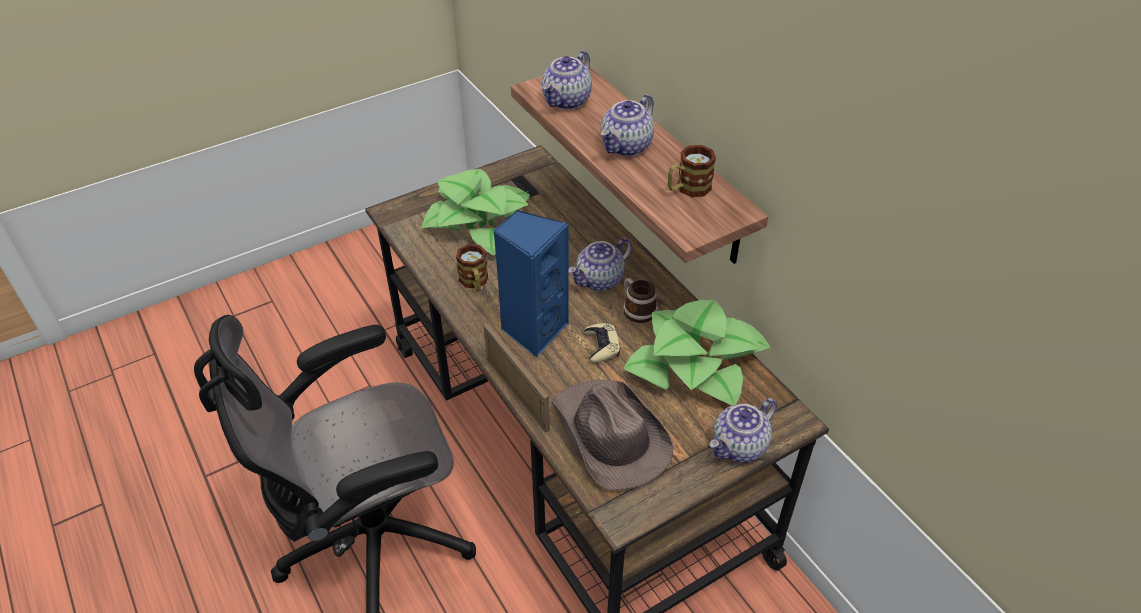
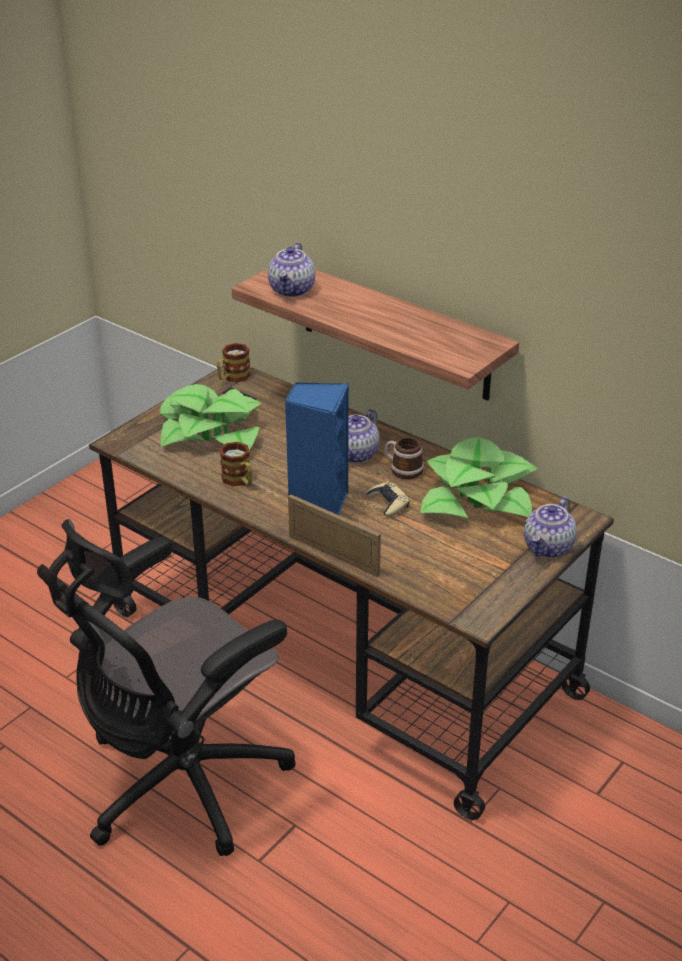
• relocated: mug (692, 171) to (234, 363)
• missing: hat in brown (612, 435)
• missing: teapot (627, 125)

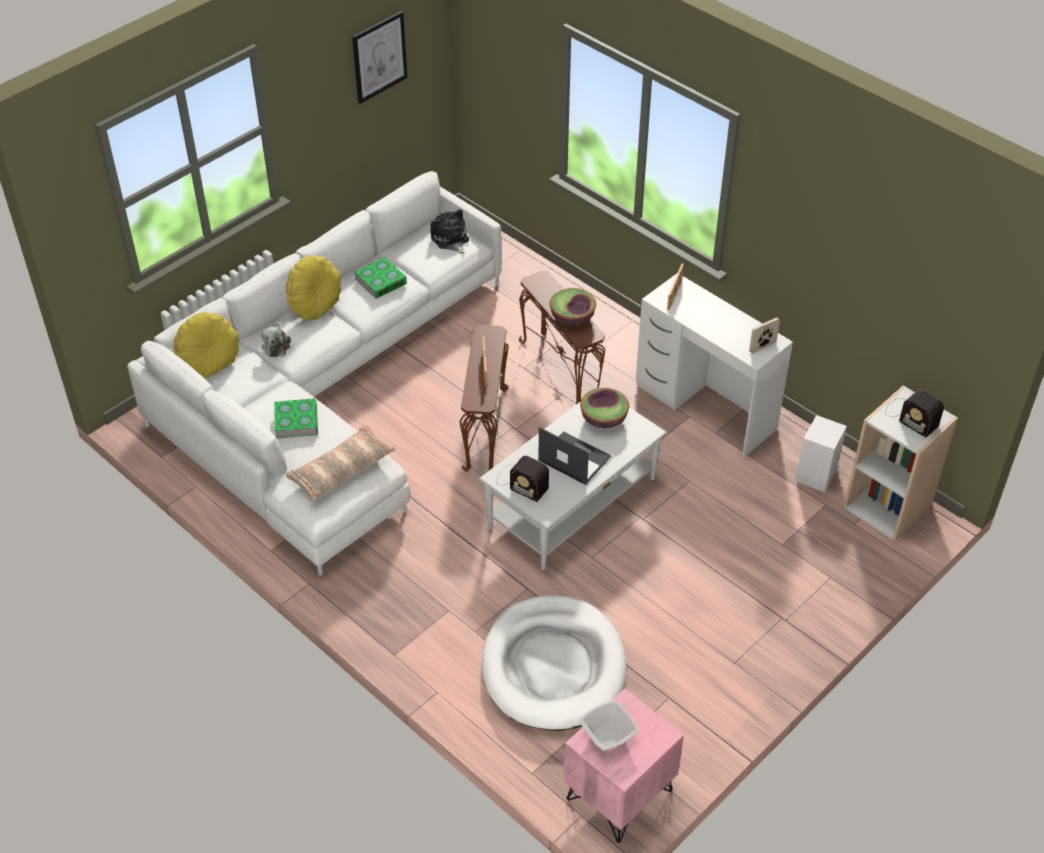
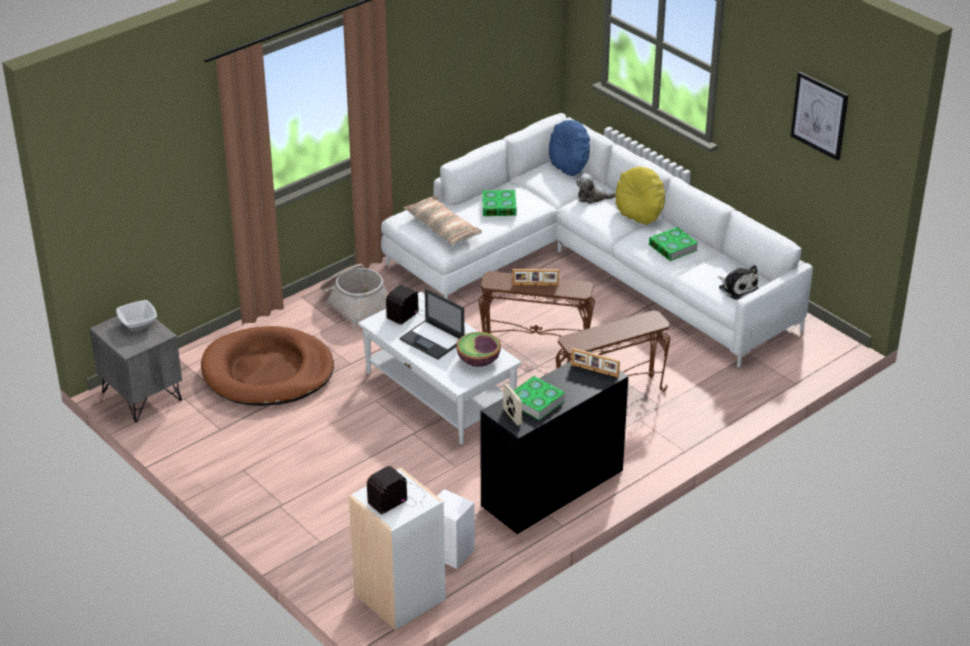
• colour: nightstand in pink (624, 766) to nightstand in grey (135, 369)
• colour: dog bed in white (554, 663) to dog bed in brown (267, 366)
• appeared: basket (354, 297)
• spun: laptop (574, 456) = (432, 324) 90 degrees clockwise
• colour: desk in white (714, 366) to desk in black (555, 442)
• appeared: book (539, 398)
• colour: pillow in yellow (206, 345) to pillow in blue (569, 148)
• spun: plush toy (449, 231) = (738, 282) 75 degrees clockwise
• missing: bowl (573, 307)

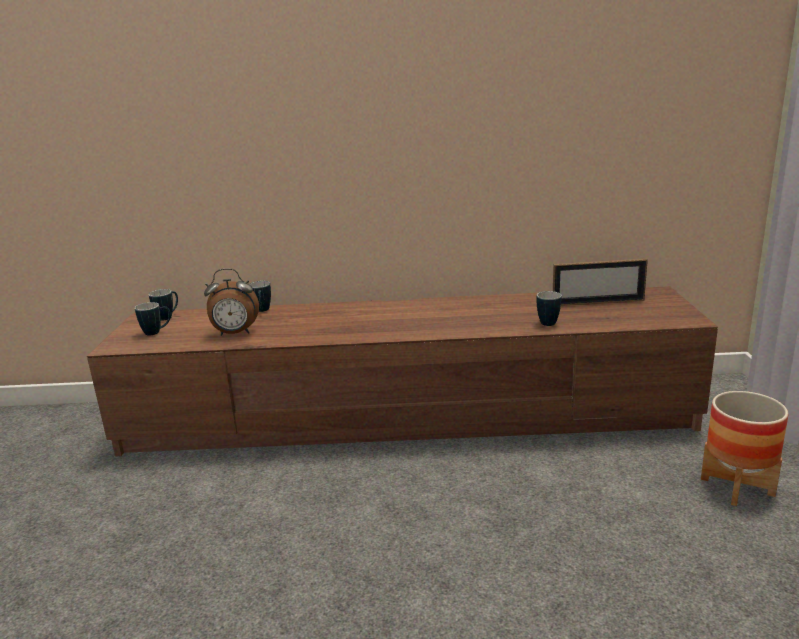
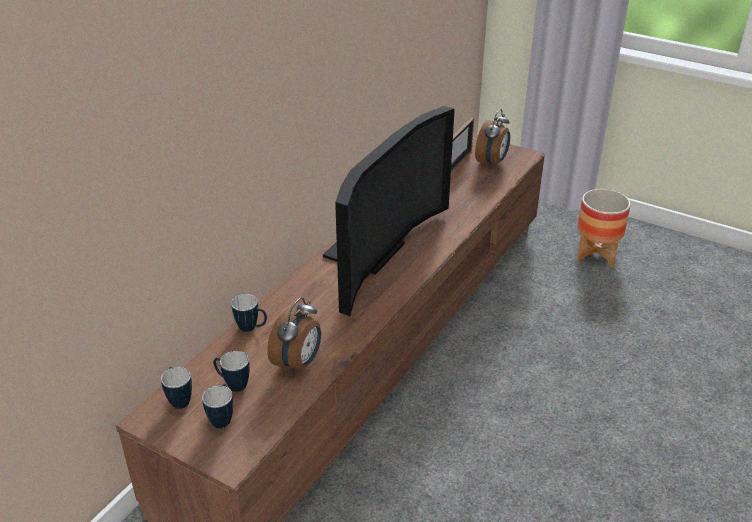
• relocated: mug (548, 308) to (231, 371)
• appeared: television (389, 211)
• appeared: alarm clock (492, 138)

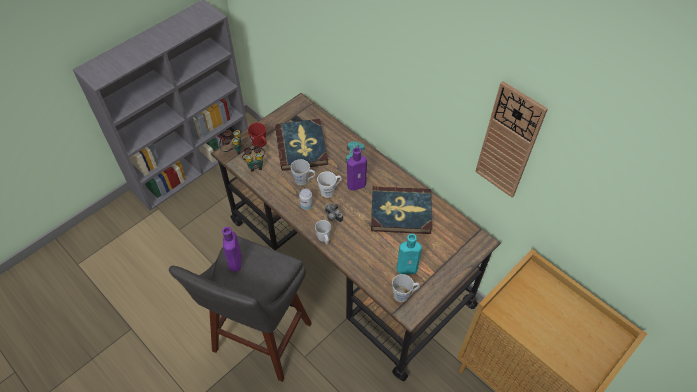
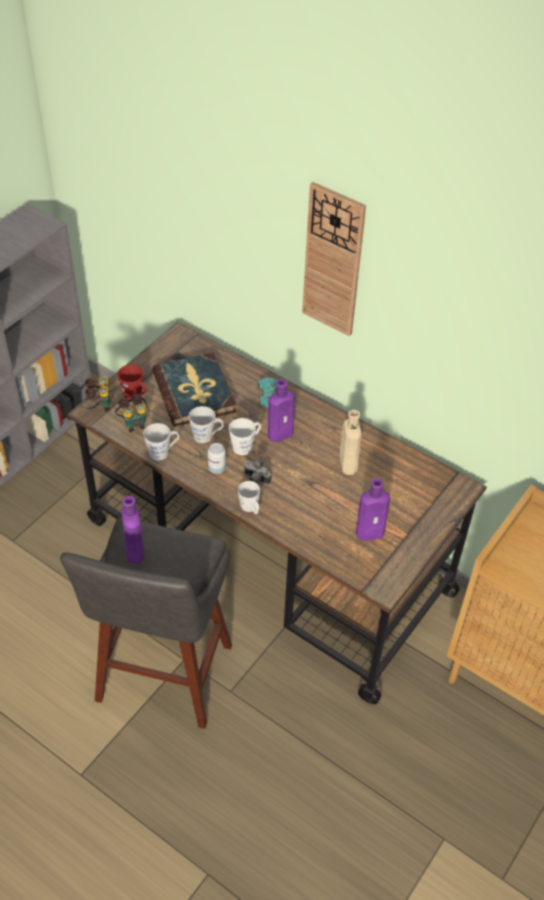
• relocated: mug in grey (406, 288) to (161, 442)
• relocated: wall clock (511, 139) to (334, 259)
• exchanged: book (401, 210) to bottle in beige (351, 442)
• colour: bottle in turquoise (409, 254) to bottle in purple (373, 509)

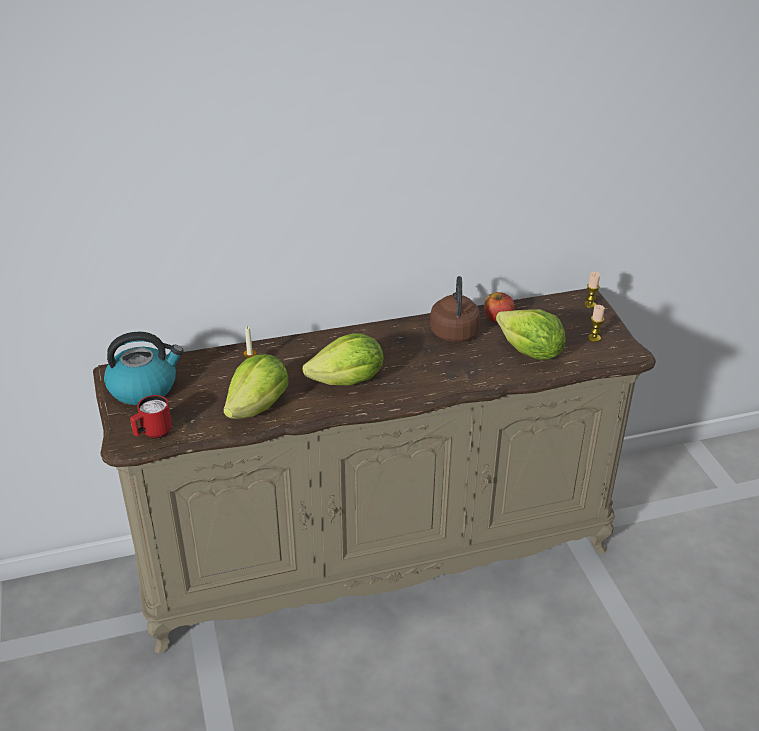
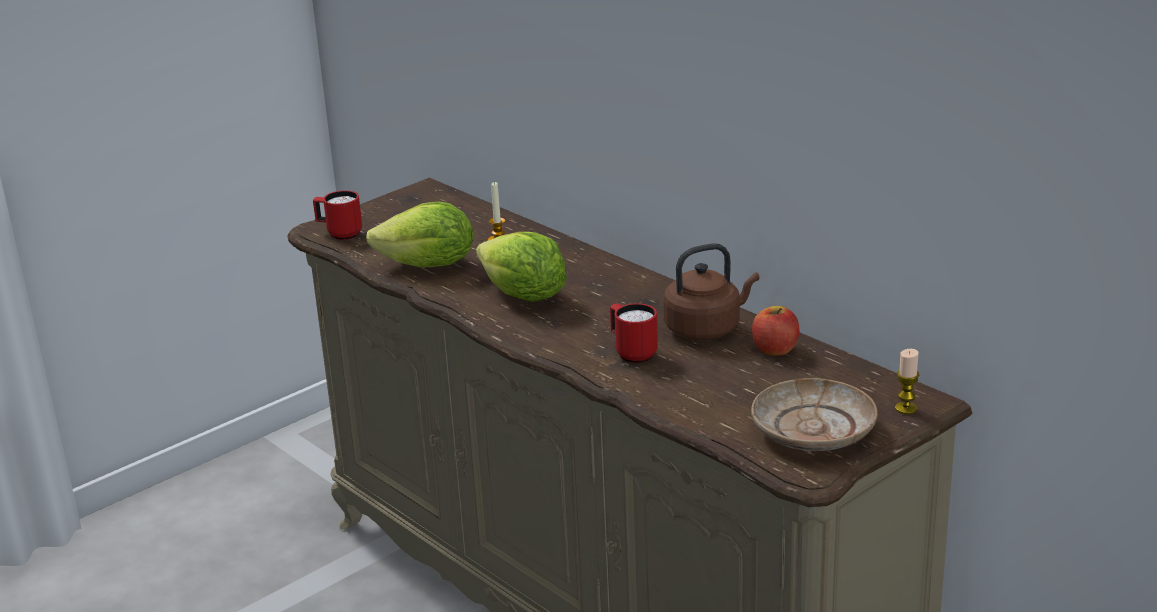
• appeared: mug in red (634, 333)
• exchanged: candle (596, 323) to plate in beige (814, 414)
• missing: kettle (144, 368)
• missing: lettuce (530, 334)

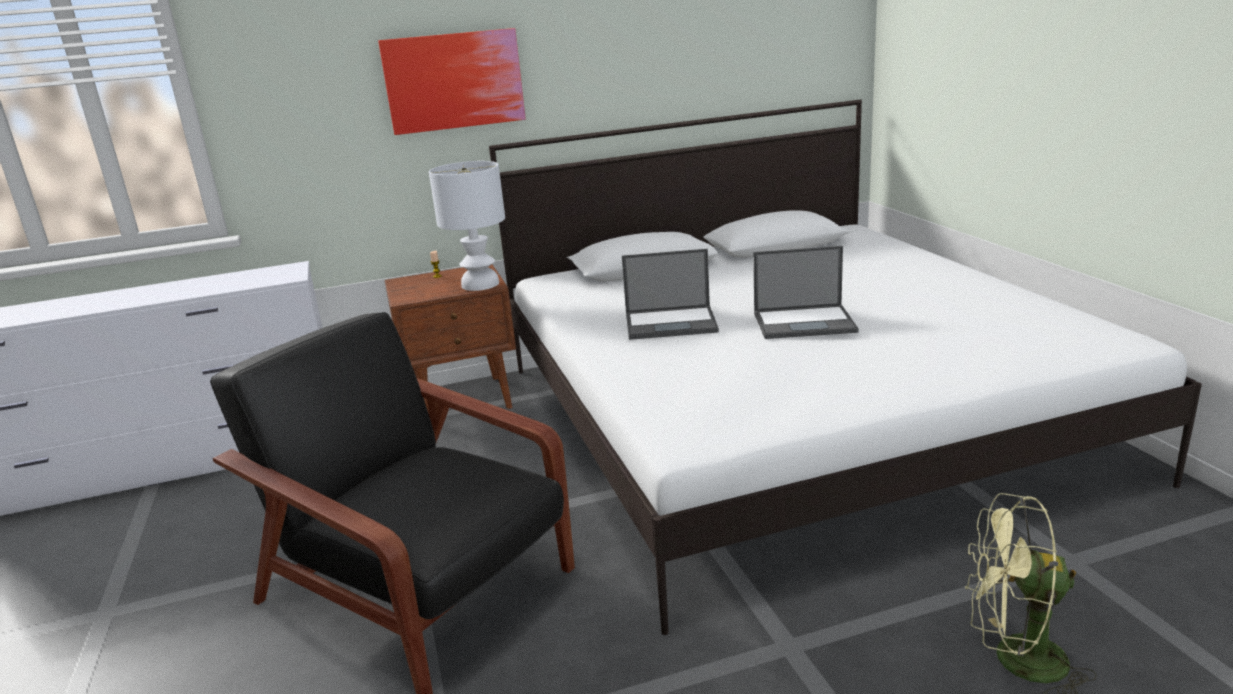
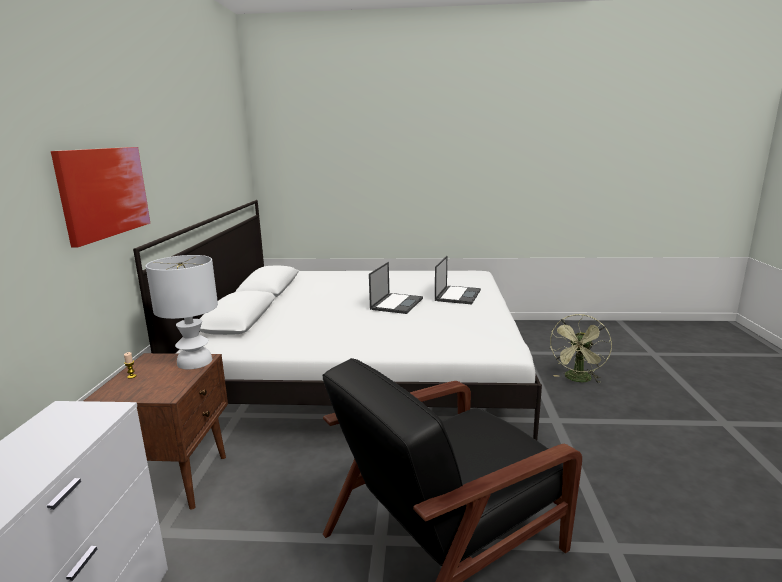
• relocated: laptop (670, 294) to (458, 280)

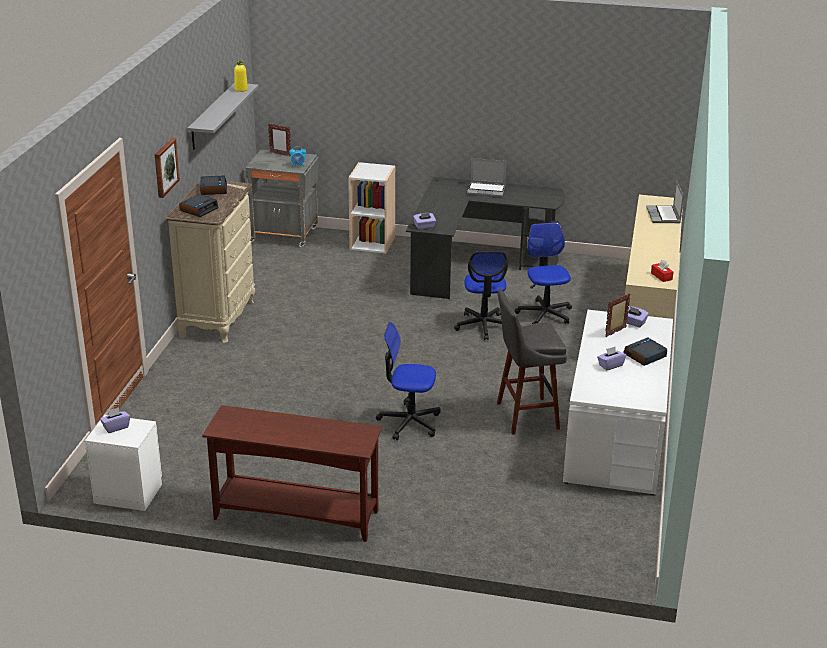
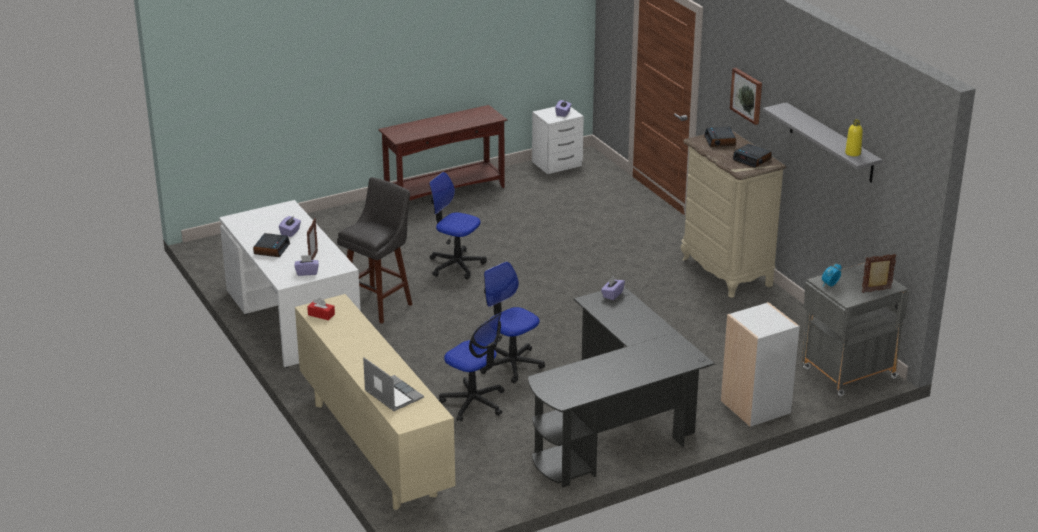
• spun: office chair (408, 381) = (458, 225) 120 degrees counterclockwise
• missing: laptop (487, 177)

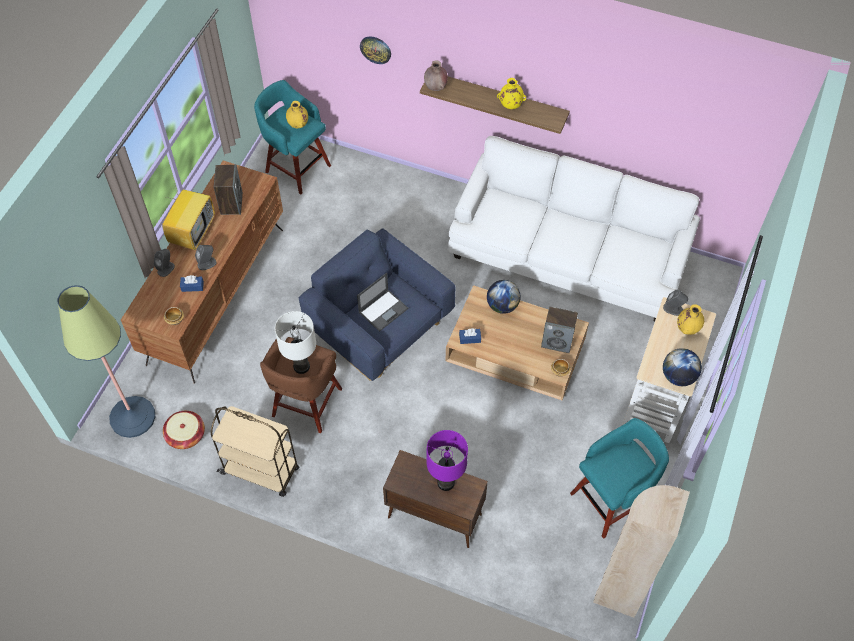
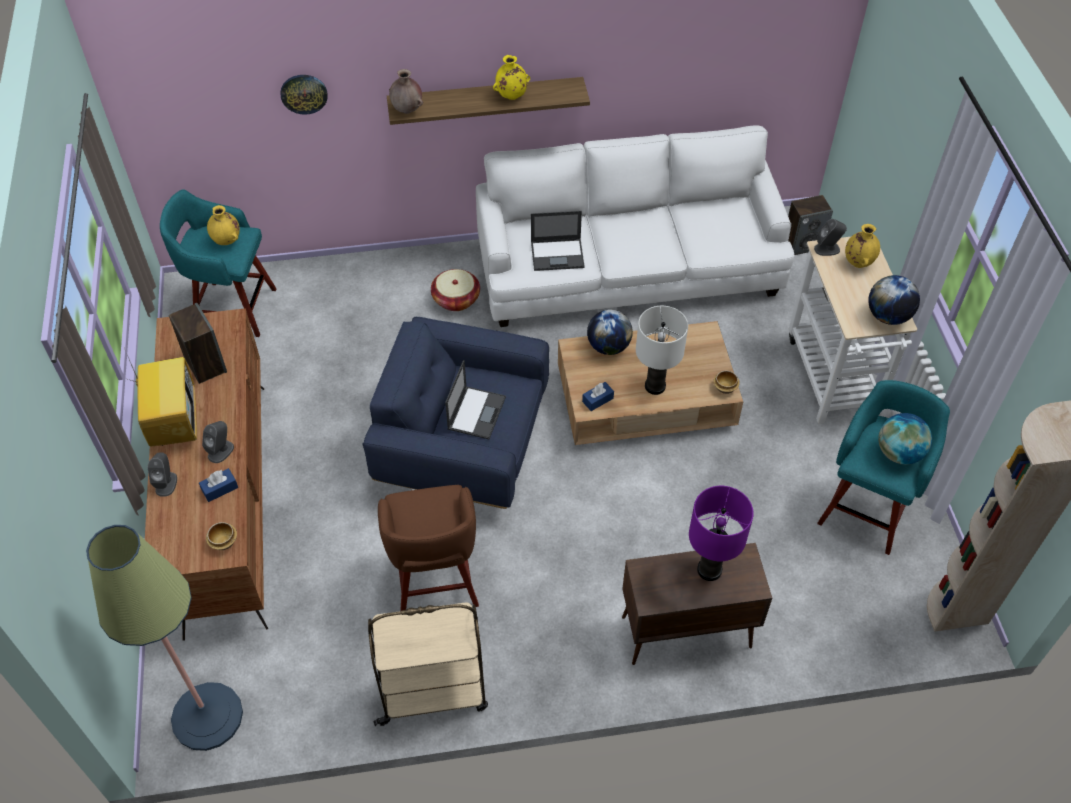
• relocated: basket (184, 430) to (455, 290)
• appeared: laptop (558, 241)
• relocated: table lamp in white (295, 342) to (662, 350)
• relocated: speaker (559, 330) to (810, 225)
• appeared: globe (905, 439)

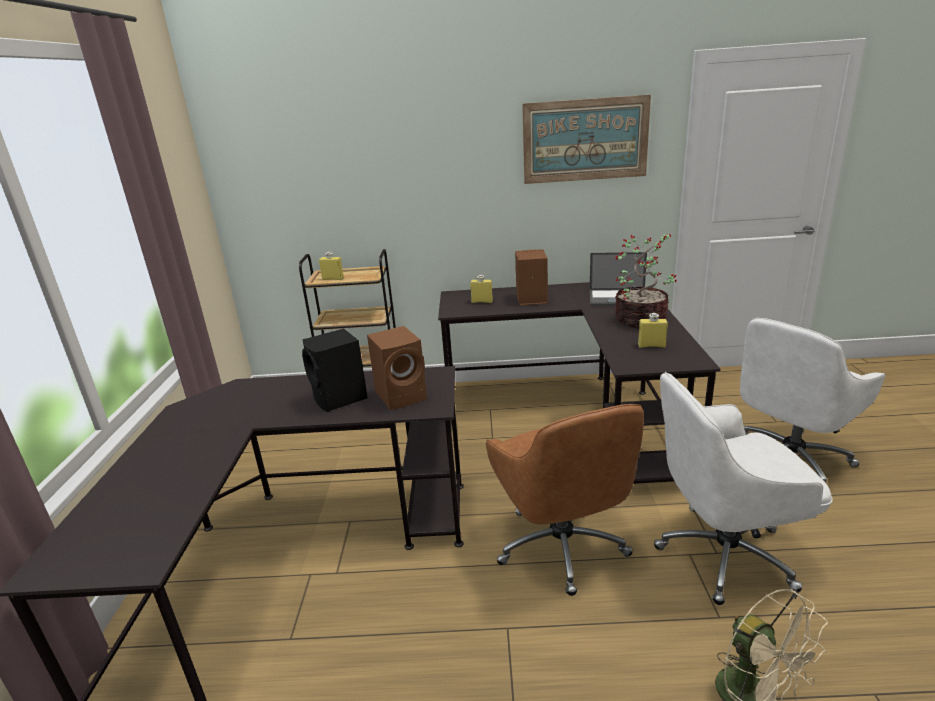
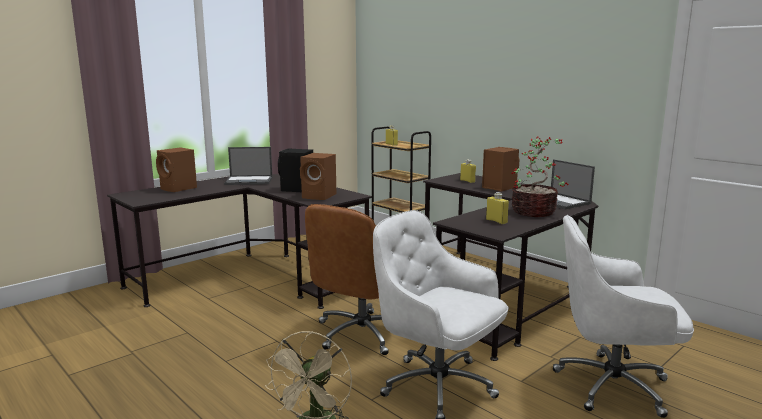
• appeared: speaker in brown (176, 169)
• appeared: laptop (248, 166)
• missing: picture (586, 139)

